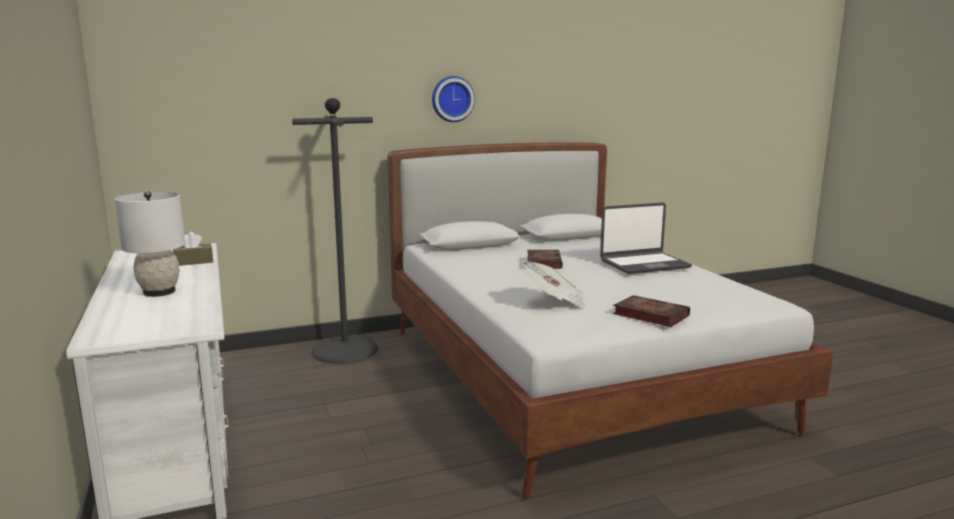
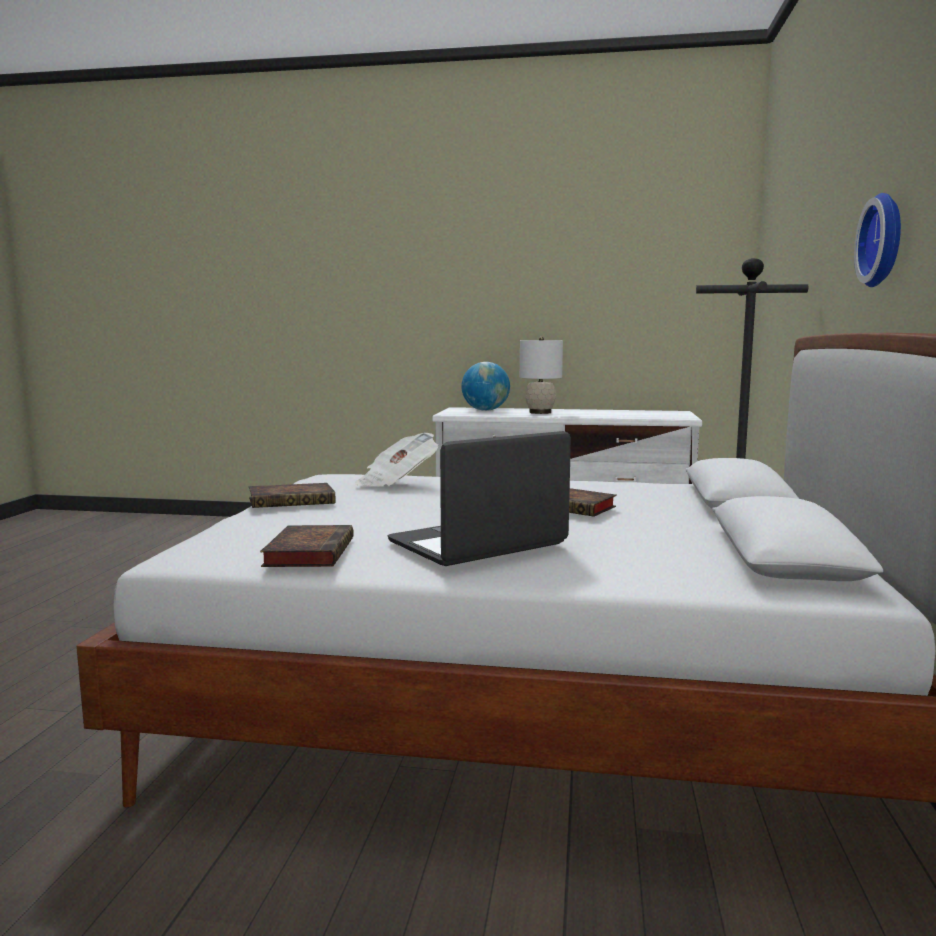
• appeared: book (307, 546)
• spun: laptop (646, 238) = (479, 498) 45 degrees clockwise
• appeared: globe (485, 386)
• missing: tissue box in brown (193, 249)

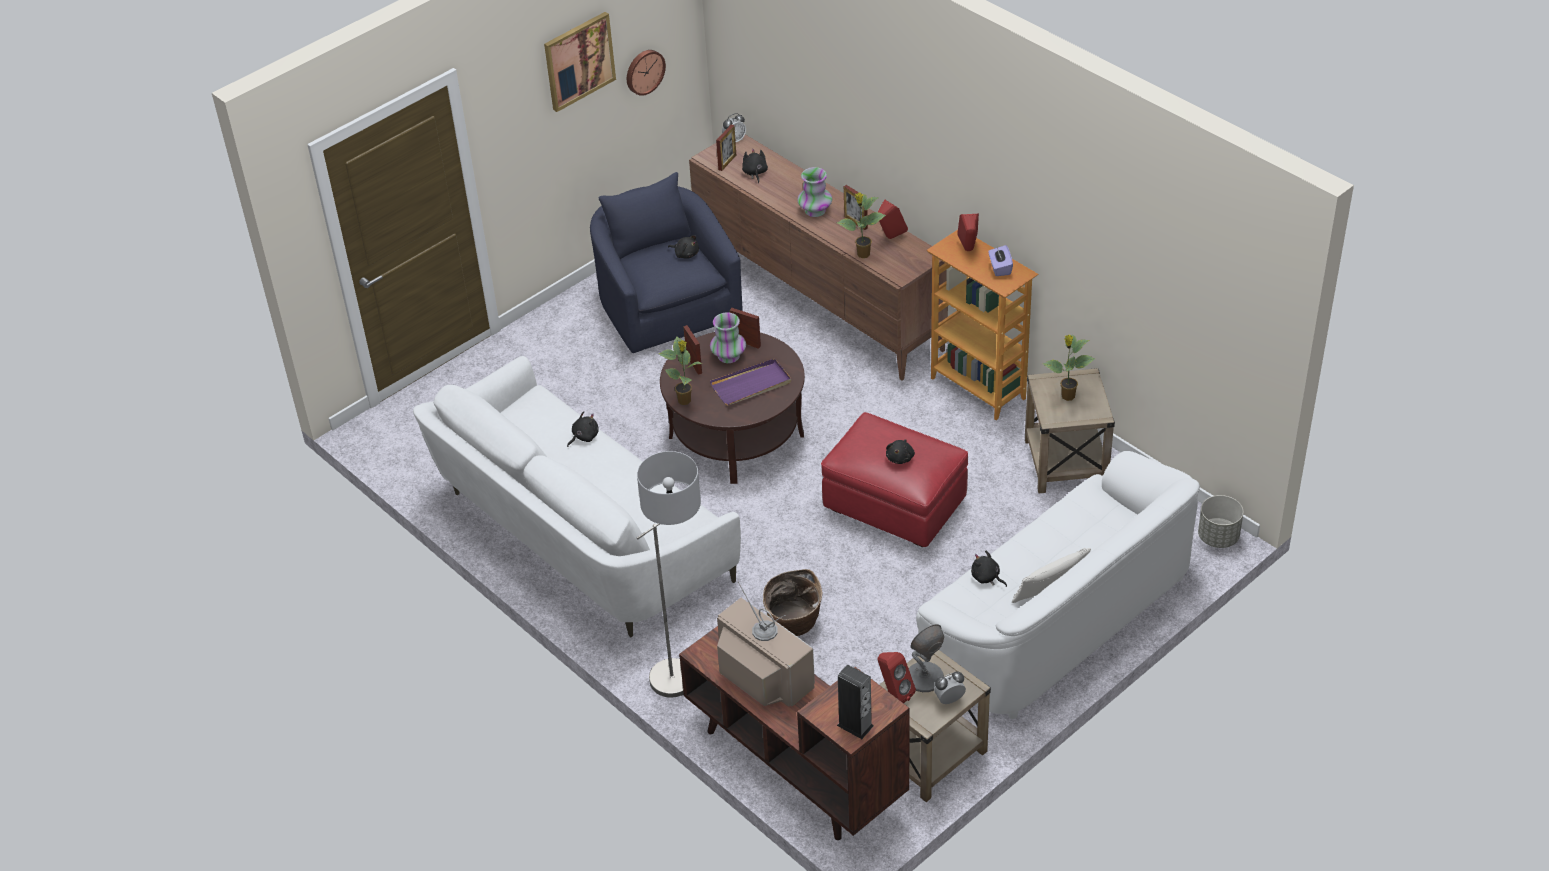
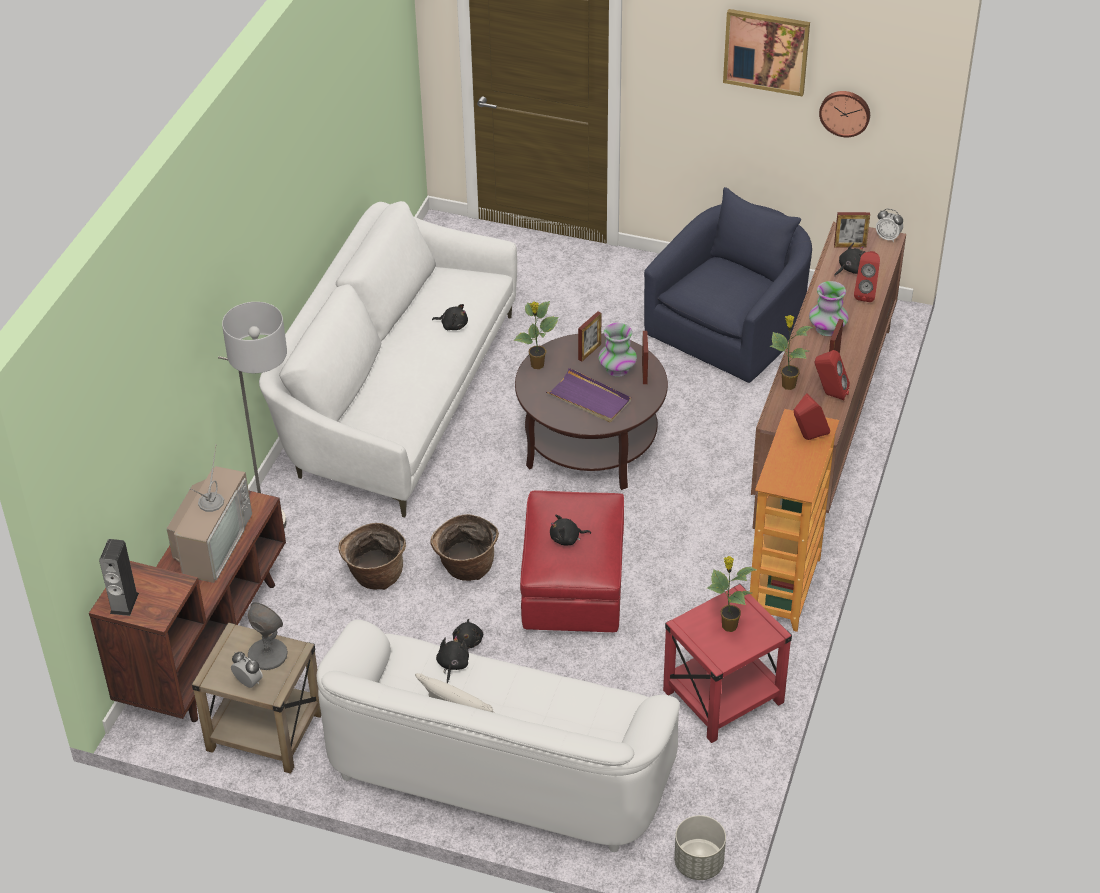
• appeared: basket (464, 547)
• relocated: plush toy in black (683, 247) to (468, 634)
• colour: side table in beige (1070, 430) to side table in red (727, 663)
• relocated: speaker in red (896, 677) to (867, 276)
• missing: tissue box in purple (1000, 260)

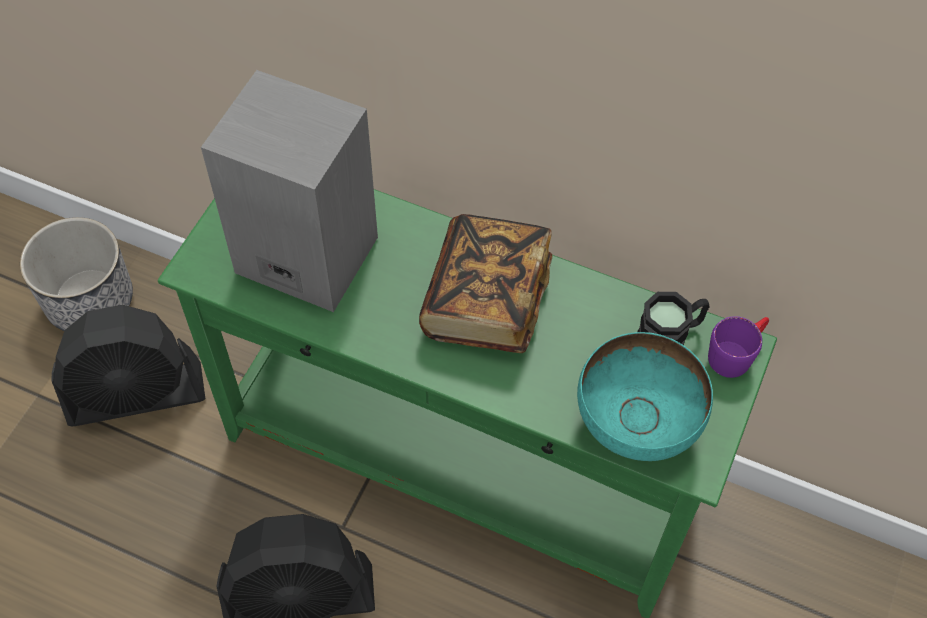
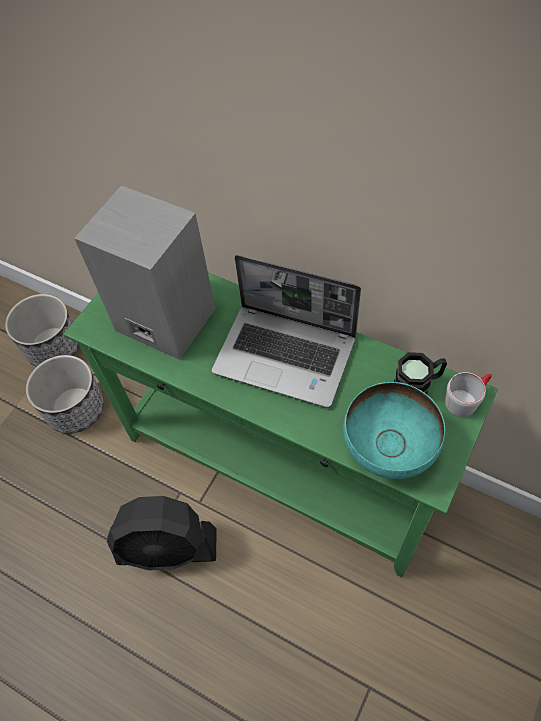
• exchanged: fan in black (128, 365) to planter (65, 394)
• exchanged: book (485, 283) to laptop (286, 331)
• colour: mug in purple (738, 347) to mug in grey (468, 394)

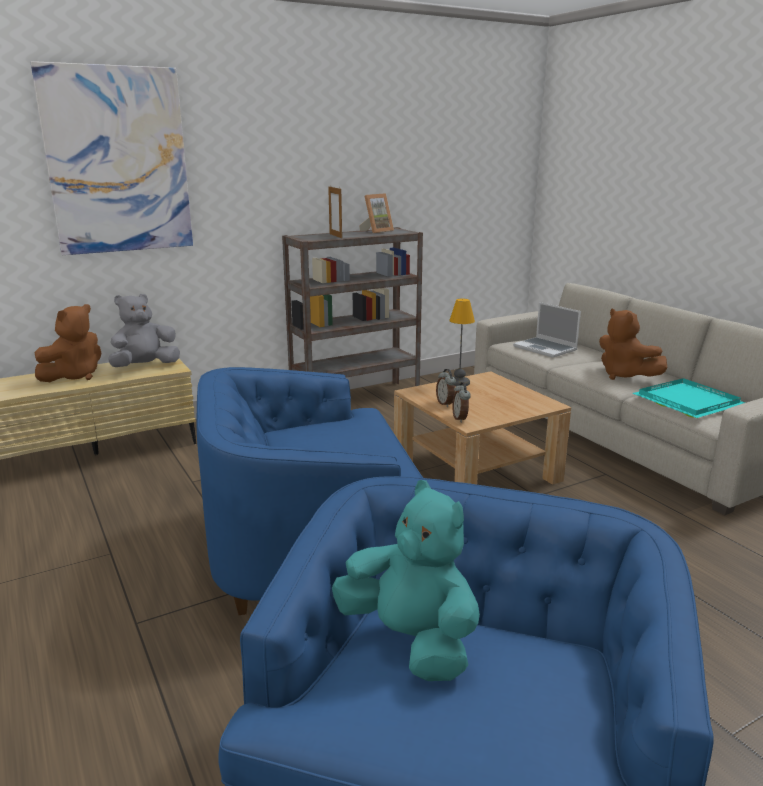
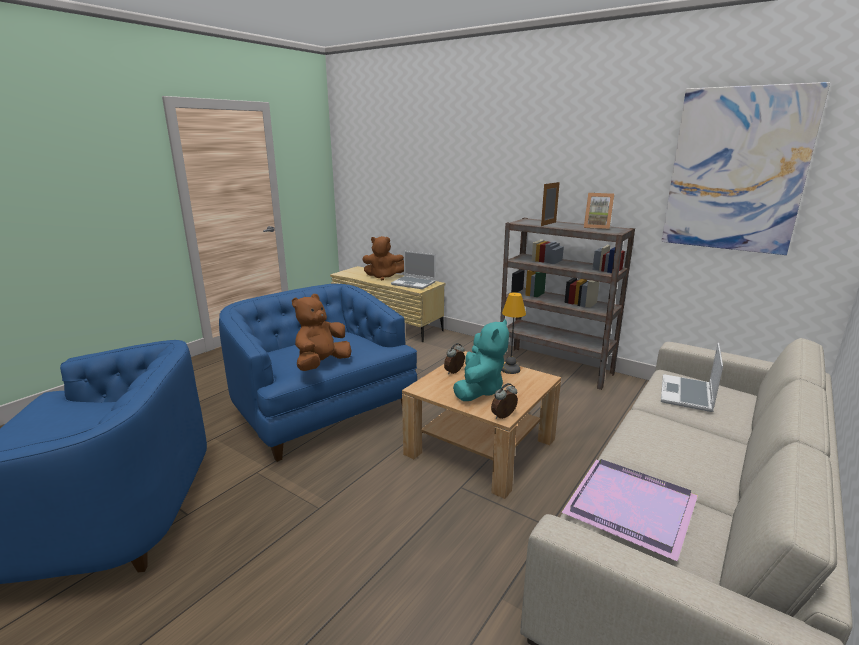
• relocated: plush toy in brown (633, 344) to (321, 332)
• exchanged: plush toy in grey (144, 330) to laptop (413, 270)
• relocated: plush toy in turquoise (406, 580) to (481, 360)
• relocated: alarm clock (461, 402) to (504, 401)
• colour: tray in turquoise (689, 398) to tray in purple (630, 510)
• relocated: picture (112, 158) to (745, 168)

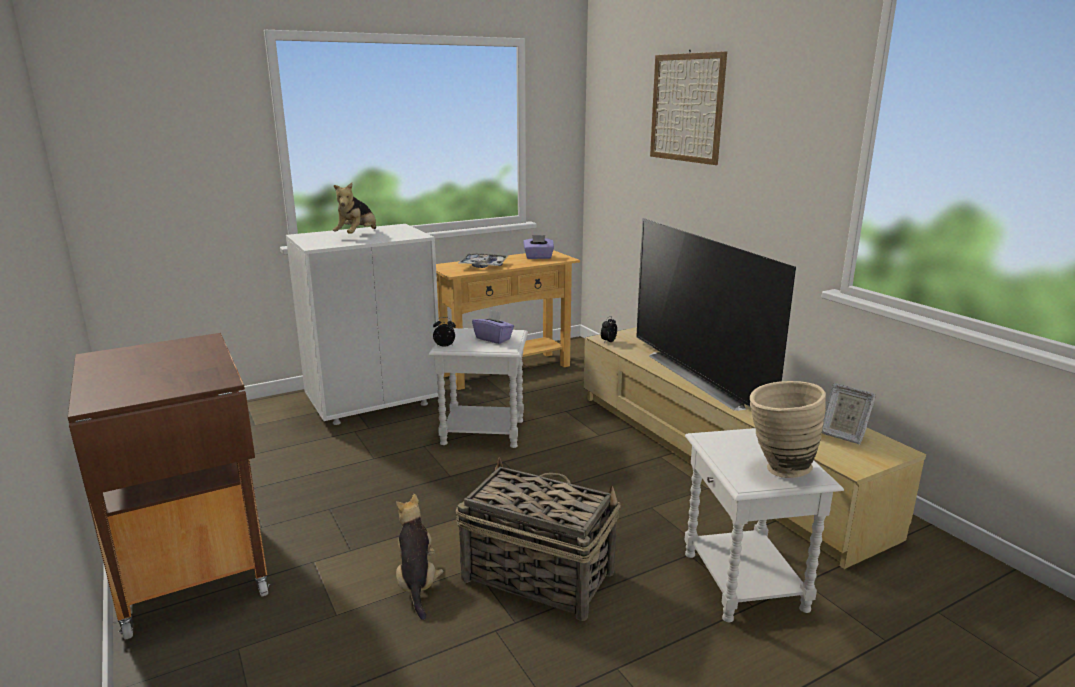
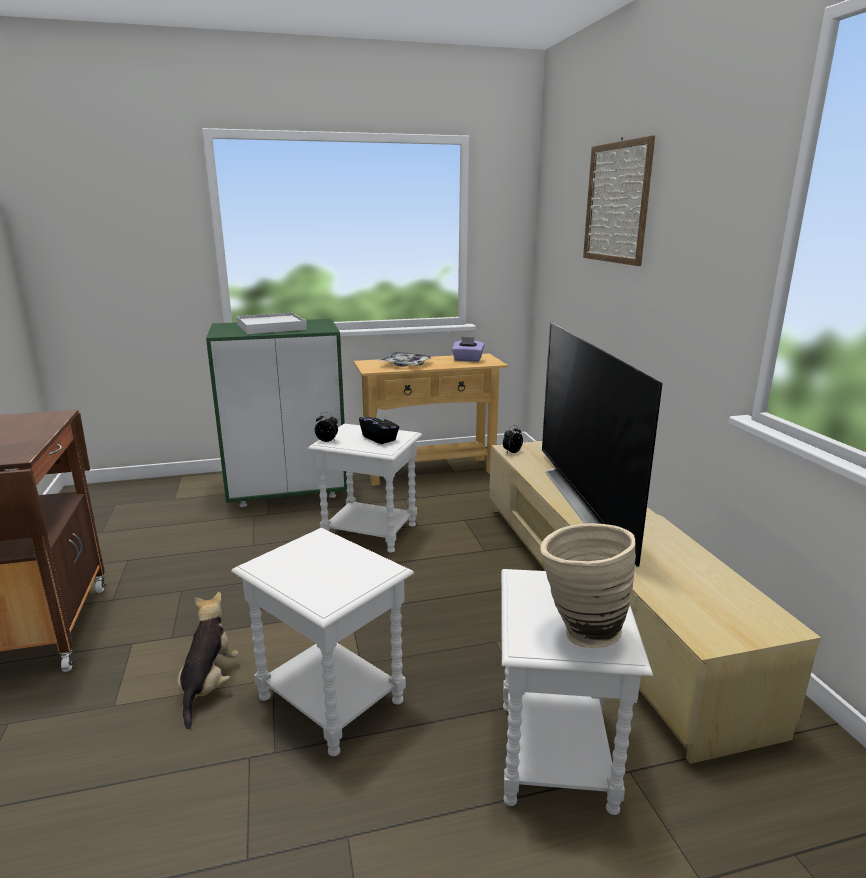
• colour: cabinet in white (362, 324) to cabinet in green (276, 413)
• exchanged: basket (538, 539) to side table in white (322, 642)
• exchanged: plush toy (354, 208) to tray in white (272, 323)
• colour: tissue box in purple (493, 327) to tissue box in black (379, 426)
• missing: picture frame (848, 414)

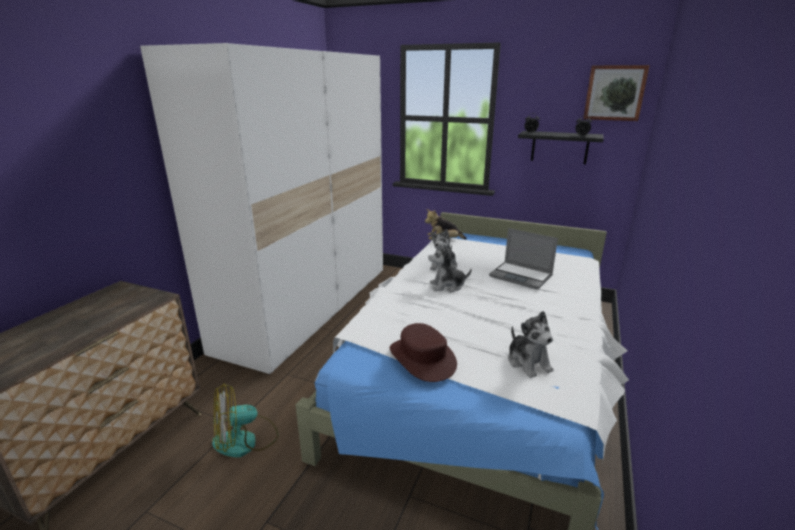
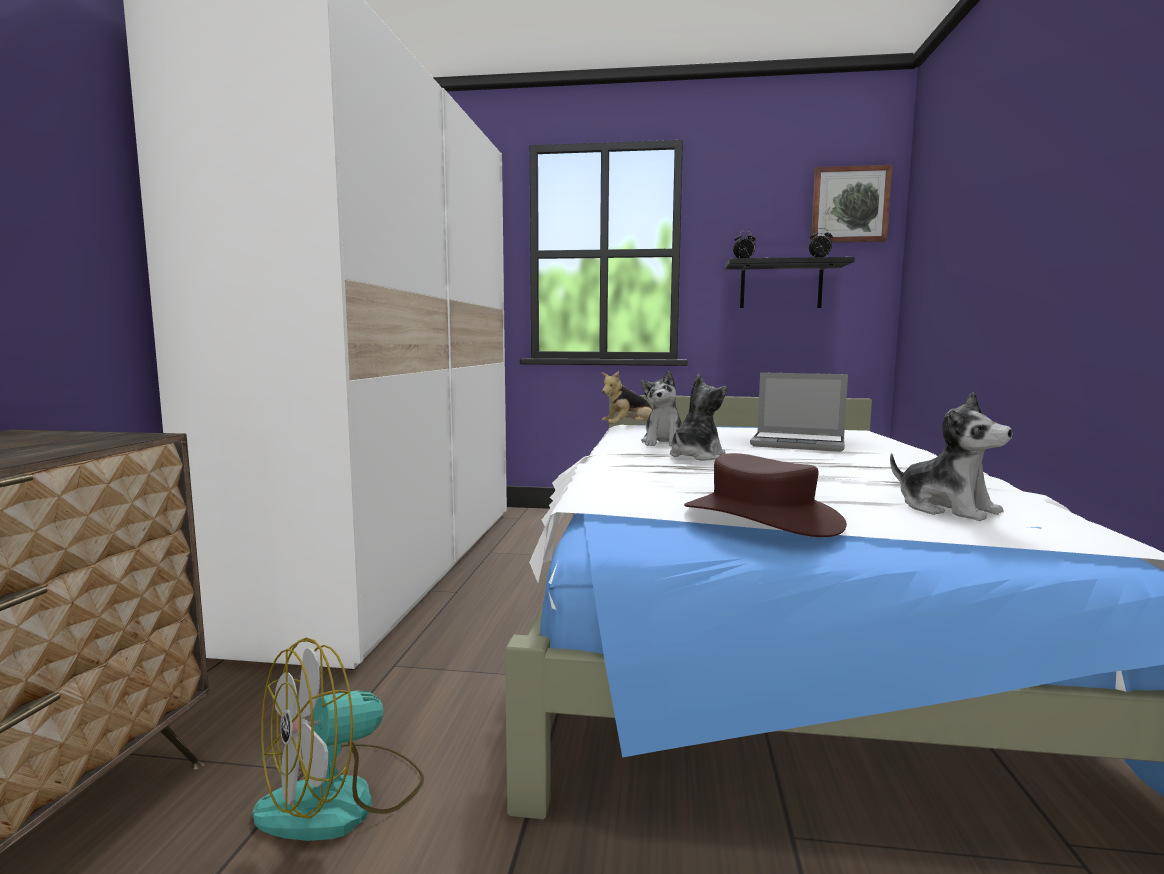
• spun: plush toy (450, 268) = (698, 417) 150 degrees clockwise

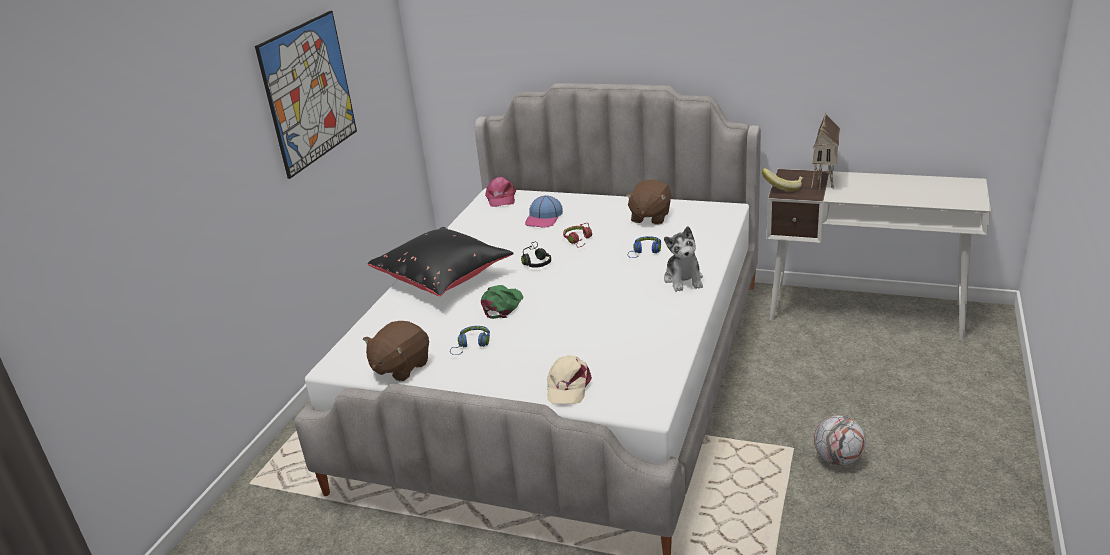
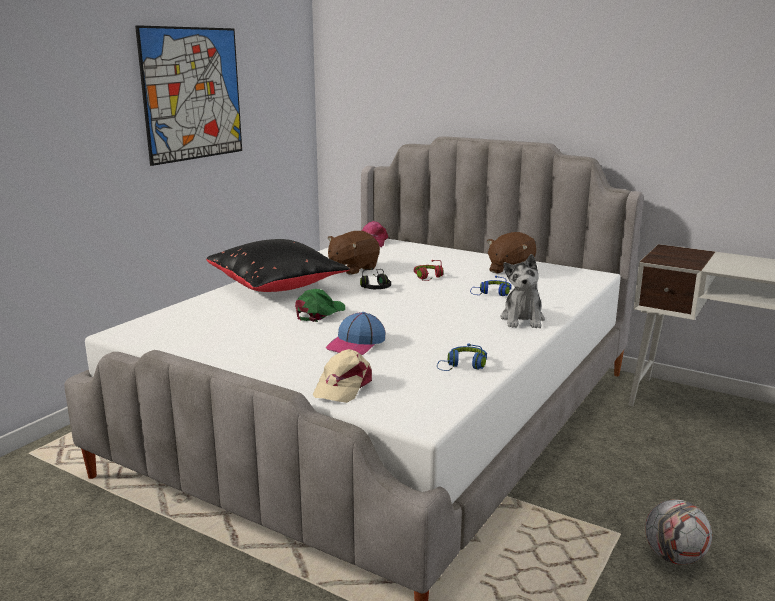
• relocated: cap (544, 211) to (355, 333)
• relocated: plush toy in brown (396, 351) to (354, 253)
• relocated: headphones in blue (470, 340) to (462, 357)
• missing: banana (782, 179)
• missing: toy house (825, 152)

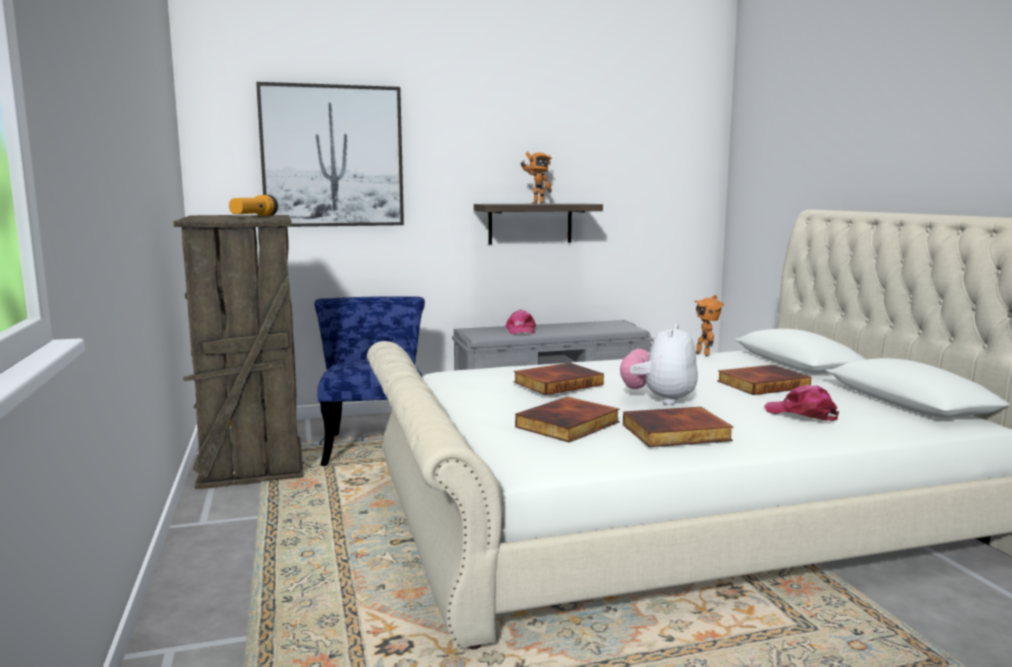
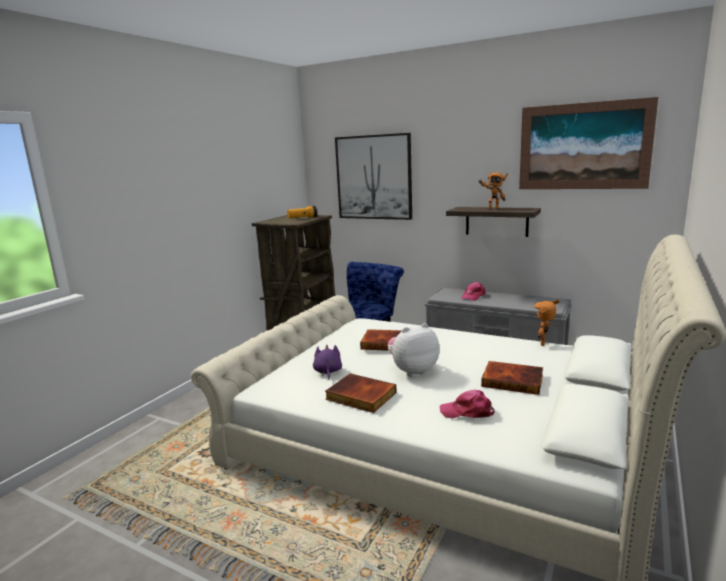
• exchanged: book (567, 419) to plush toy in purple (327, 362)
• spun: cap in pink (801, 403) = (467, 404) 75 degrees counterclockwise
• appeared: picture (588, 143)

